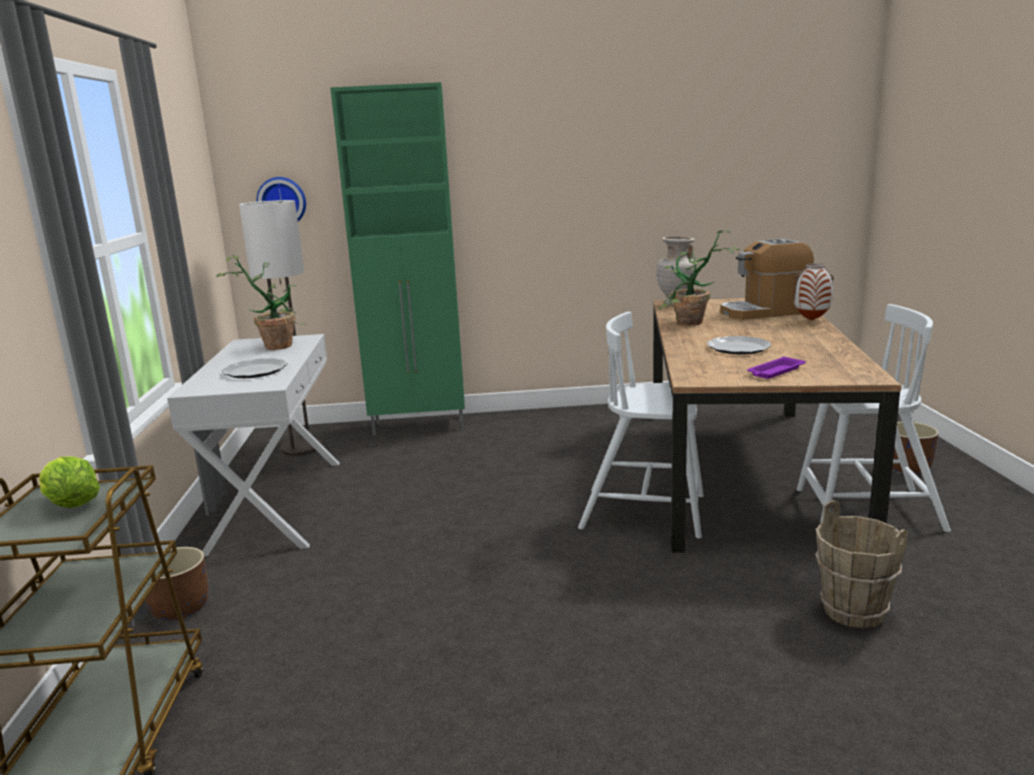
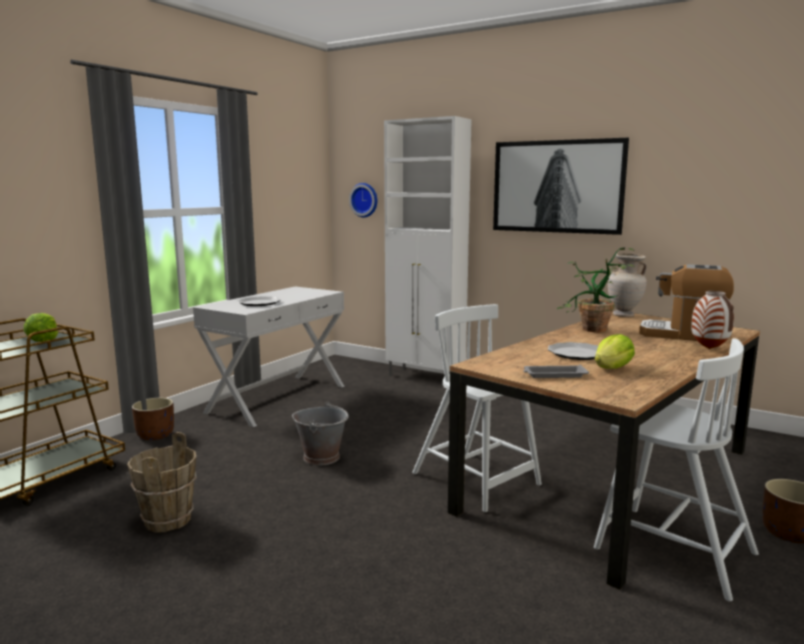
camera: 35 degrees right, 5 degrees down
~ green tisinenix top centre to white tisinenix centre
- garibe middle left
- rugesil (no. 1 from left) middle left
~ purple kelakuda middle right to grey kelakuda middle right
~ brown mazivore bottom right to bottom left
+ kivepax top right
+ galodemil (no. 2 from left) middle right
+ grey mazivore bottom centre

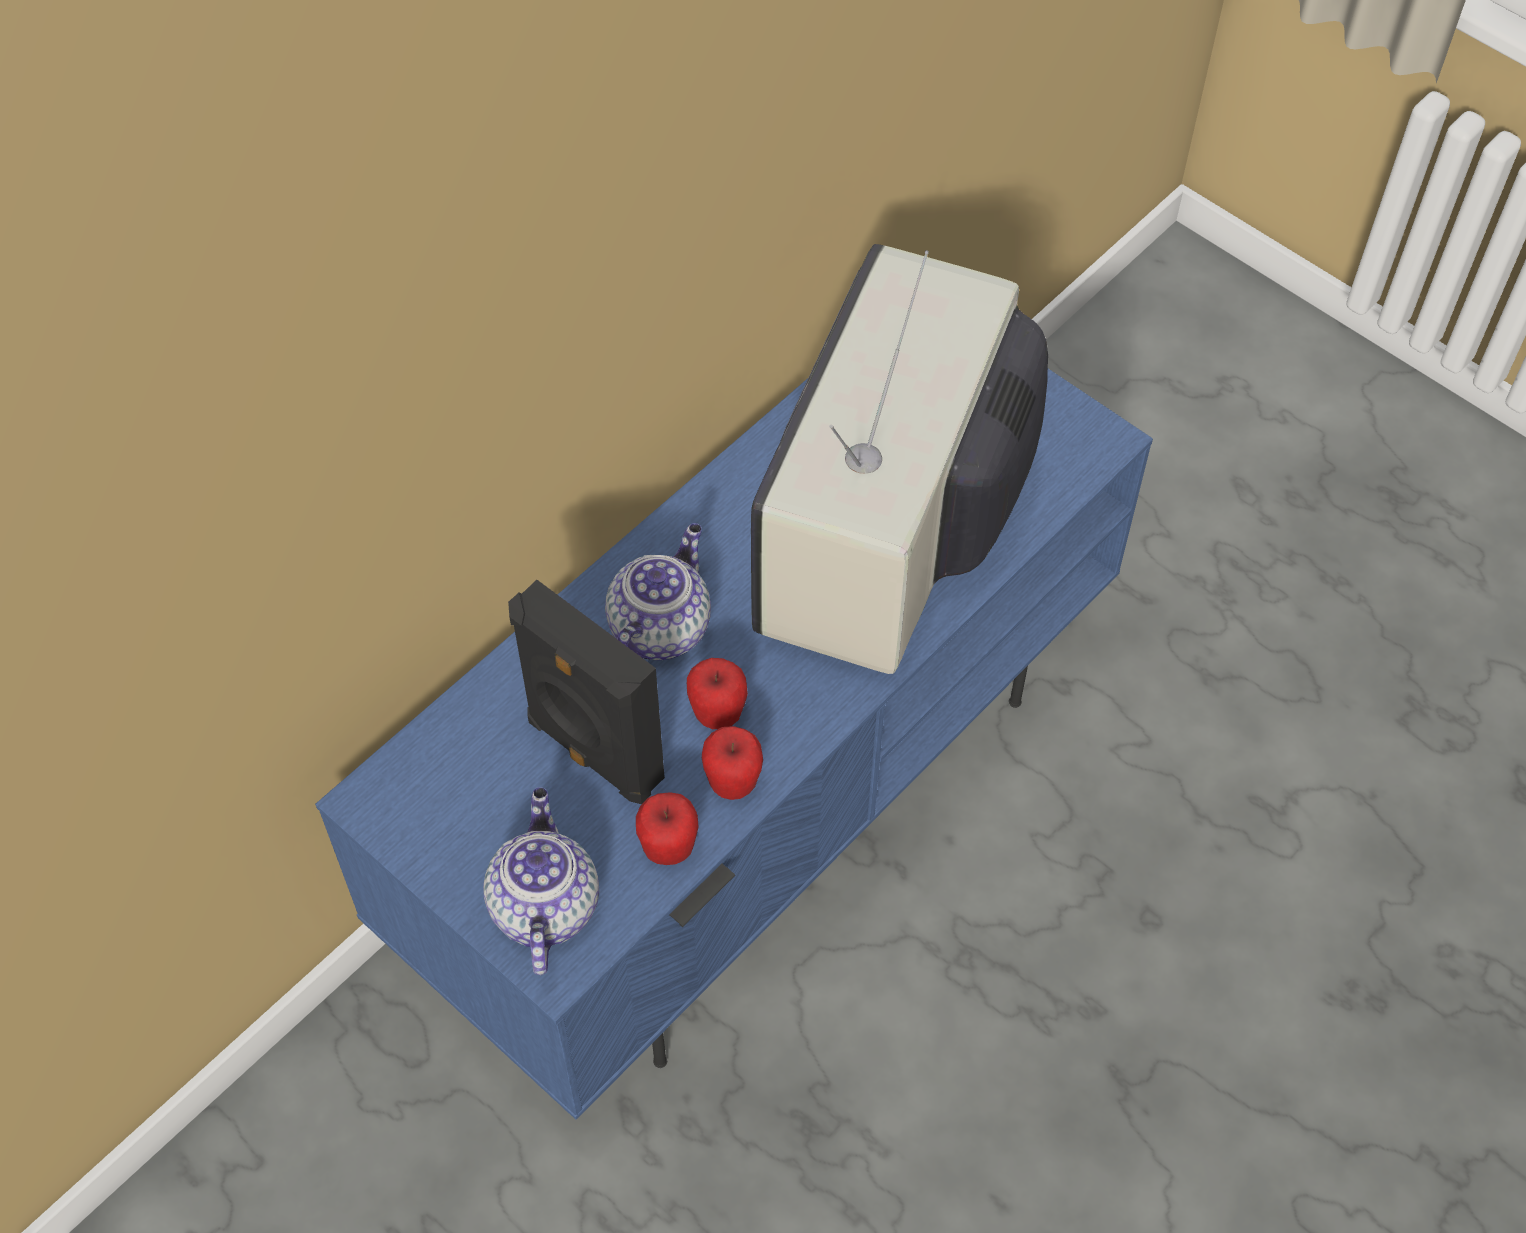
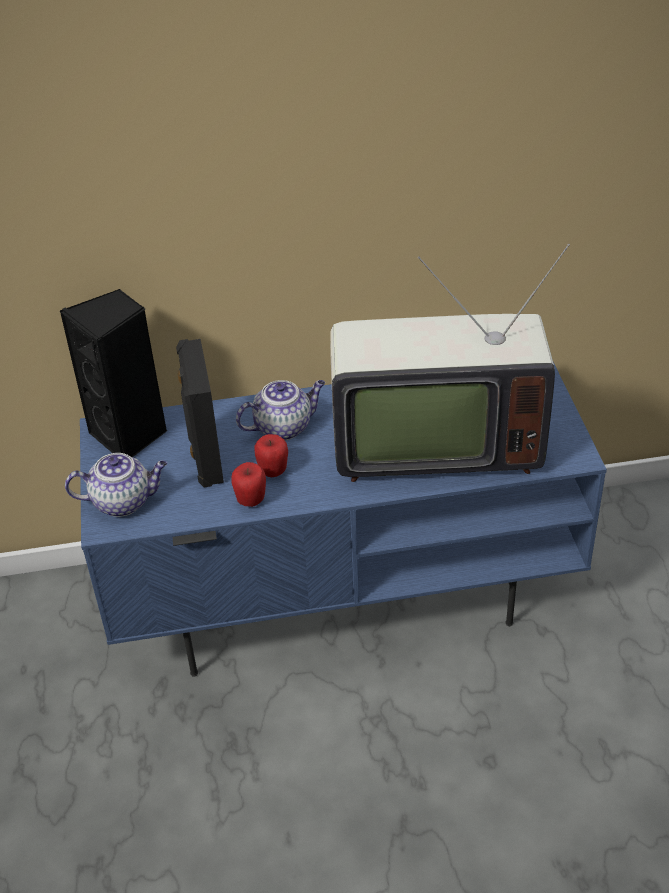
camera: 40 degrees right, 15 degrees down
~ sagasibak centre = middle right 150 degrees counterclockwise
~ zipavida (no. 1 from left) bottom centre = middle left 45 degrees clockwise
- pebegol (no. 1 from left) bottom centre
+ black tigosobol (no. 1 from left) middle left

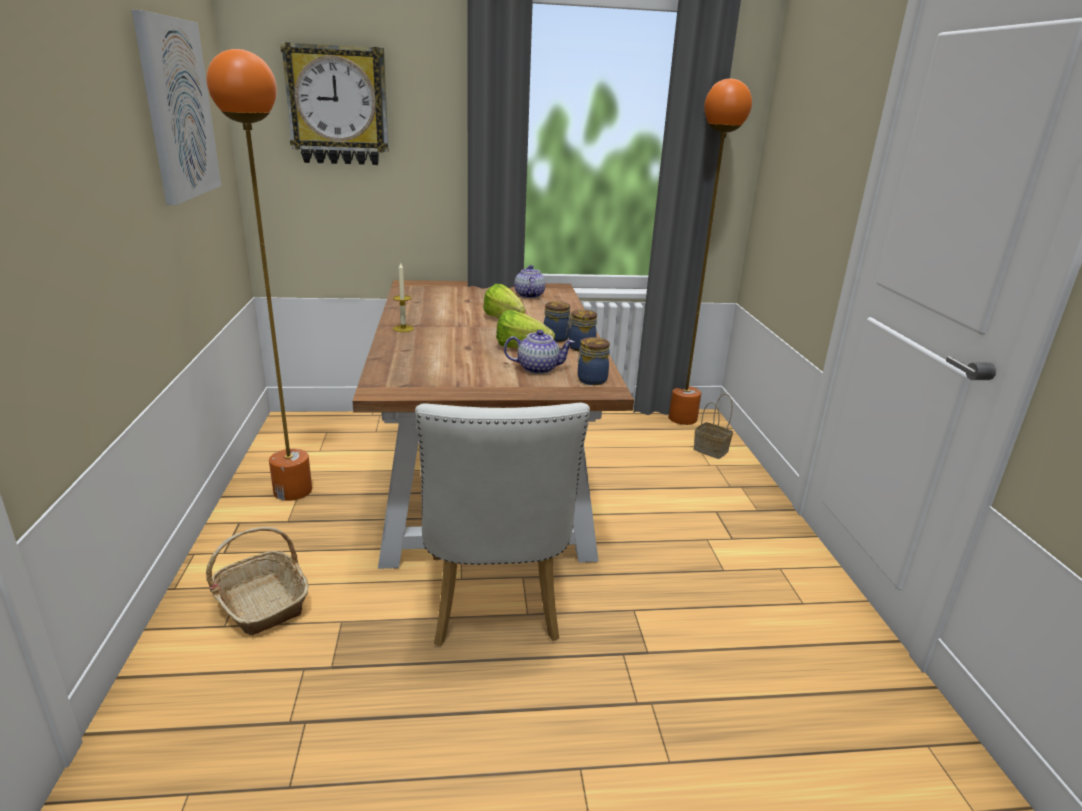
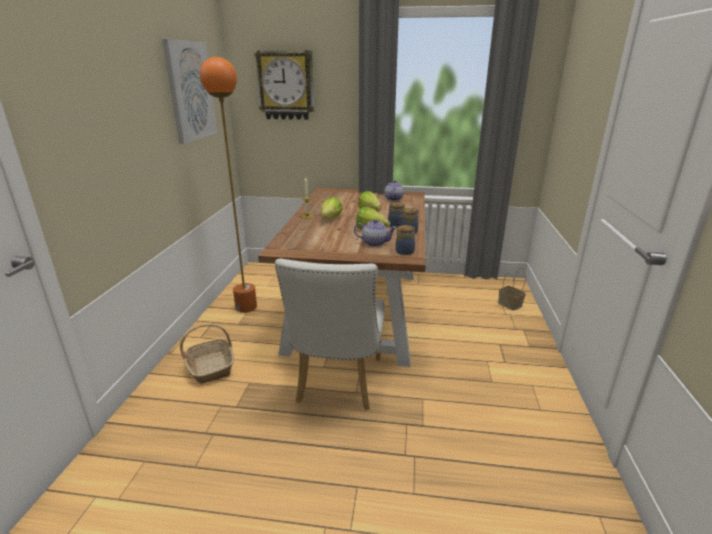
camera: 15 degrees right, 0 degrees up
- orange garibe (no. 2 from left) top centre
+ galodemil (no. 1 from left) centre

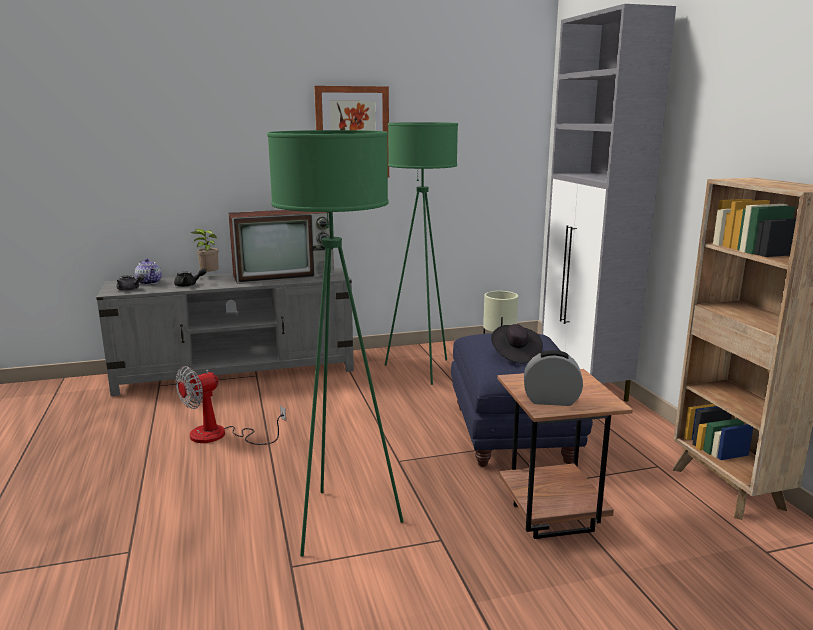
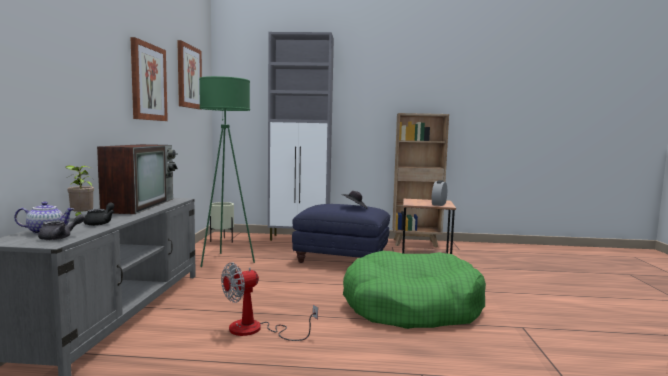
camera: 70 degrees left, 10 degrees down
~ green garibe (no. 1 from left) centre to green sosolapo bottom centre
~ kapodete middle left = bottom centre 75 degrees clockwise
+ kivepax (no. 2 from left) top left

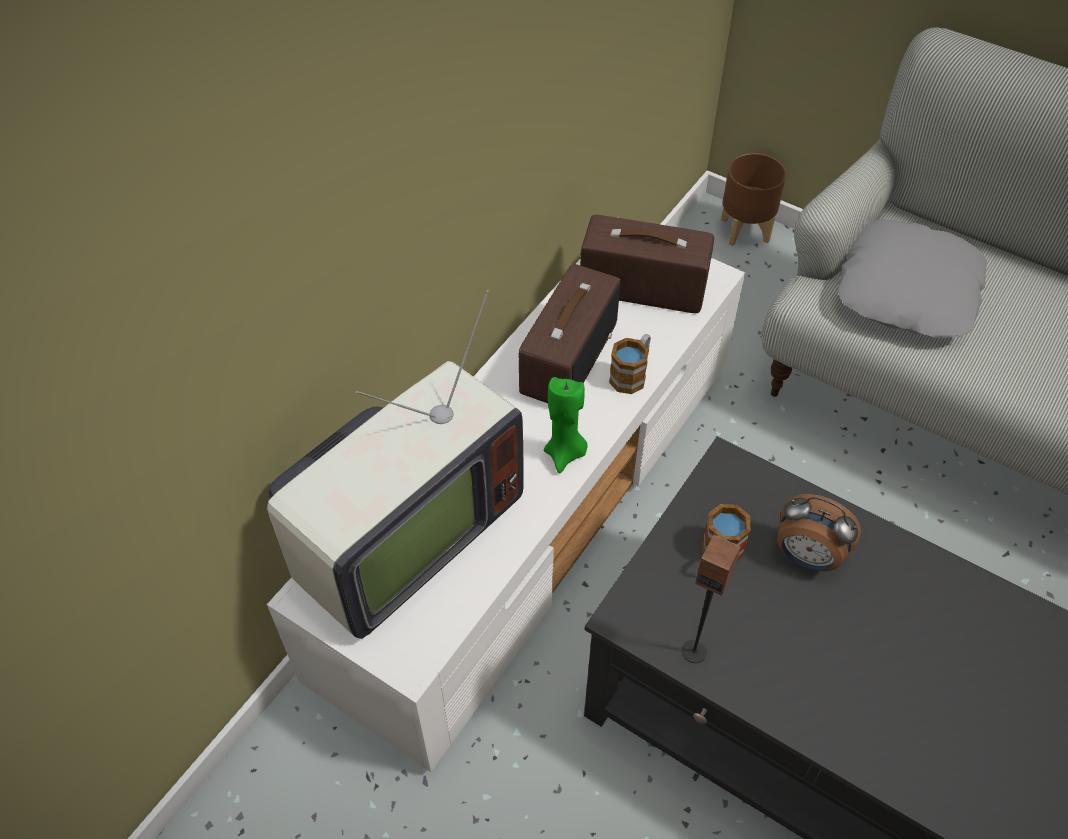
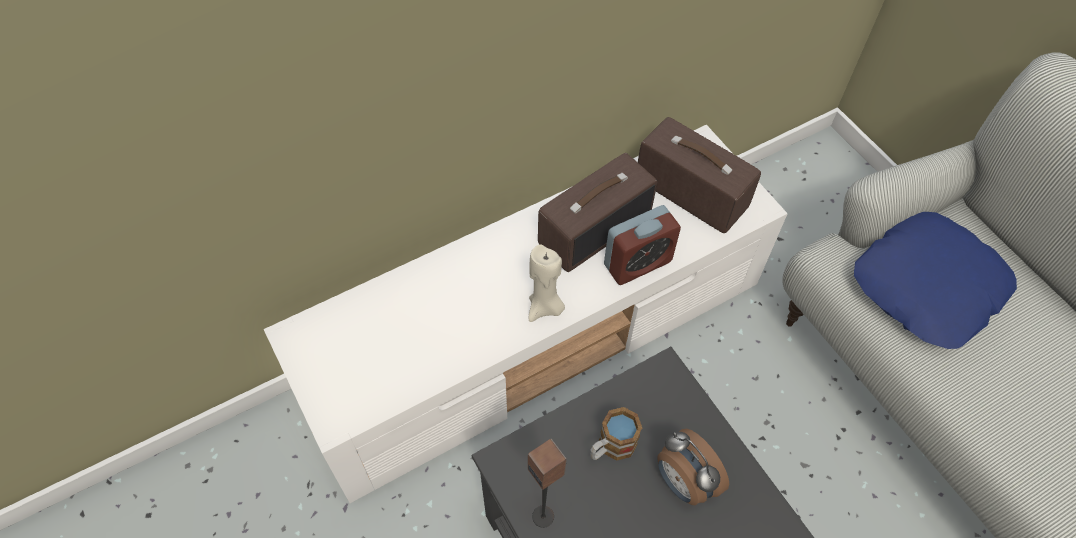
camera: 25 degrees right, 5 degrees up
- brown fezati top right
~ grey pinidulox top right to blue pinidulox middle right
- sagasibak centre
~ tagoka (no. 1 from left) centre to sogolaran (no. 1 from left) centre
~ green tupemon centre to beige tupemon centre

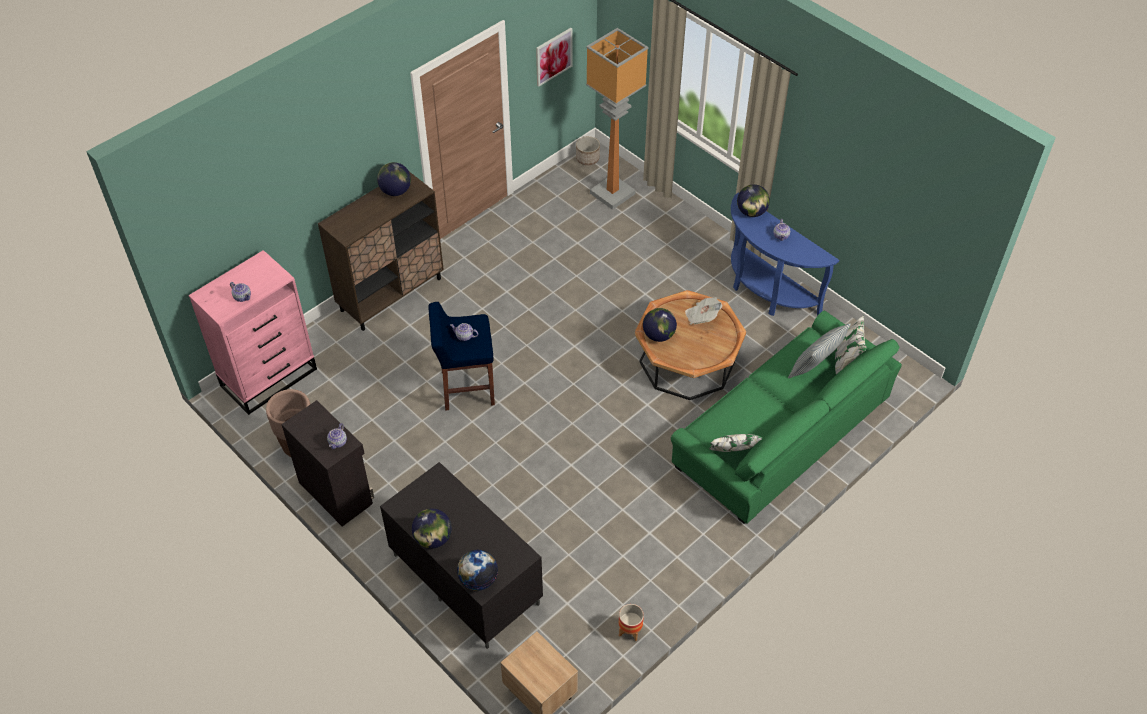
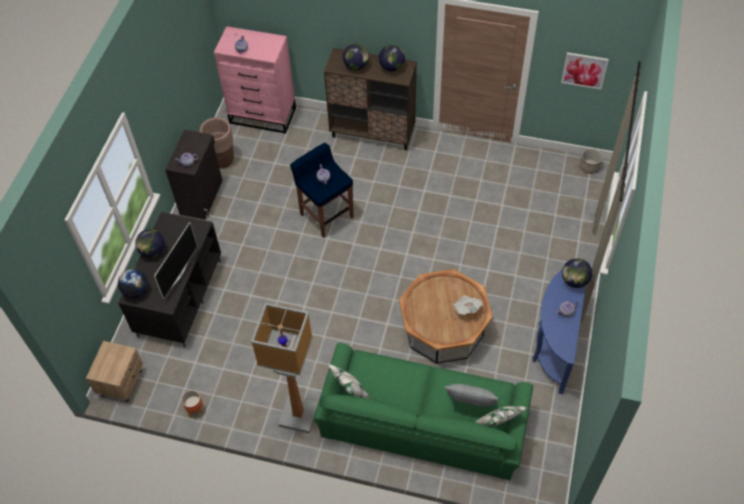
camera: 60 degrees right, 5 degrees up
~ garibe top centre to bottom centre
~ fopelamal (no. 4 from left in the first image) centre to fopelamal (no. 3 from left) top centre
+ sagasibak middle left

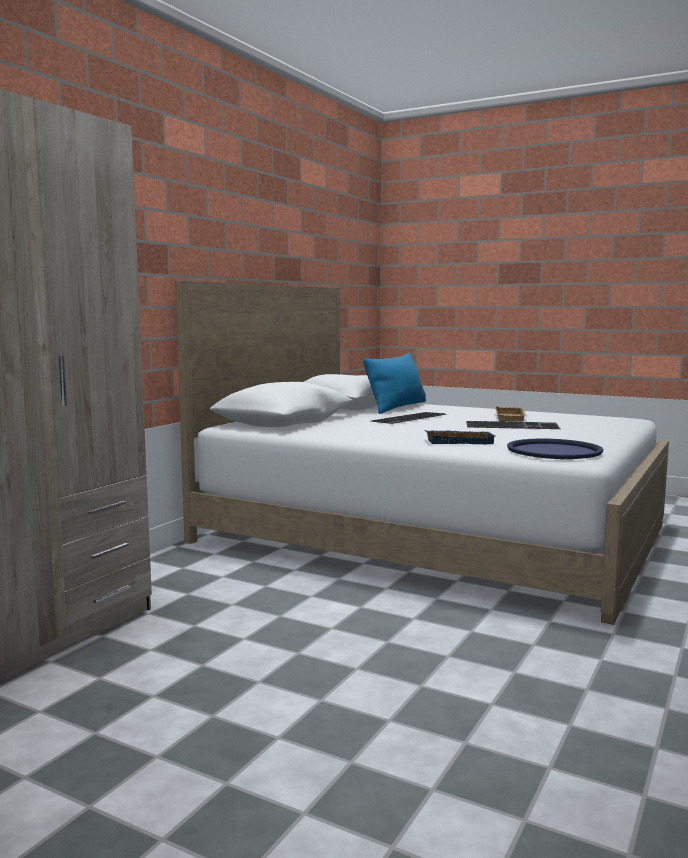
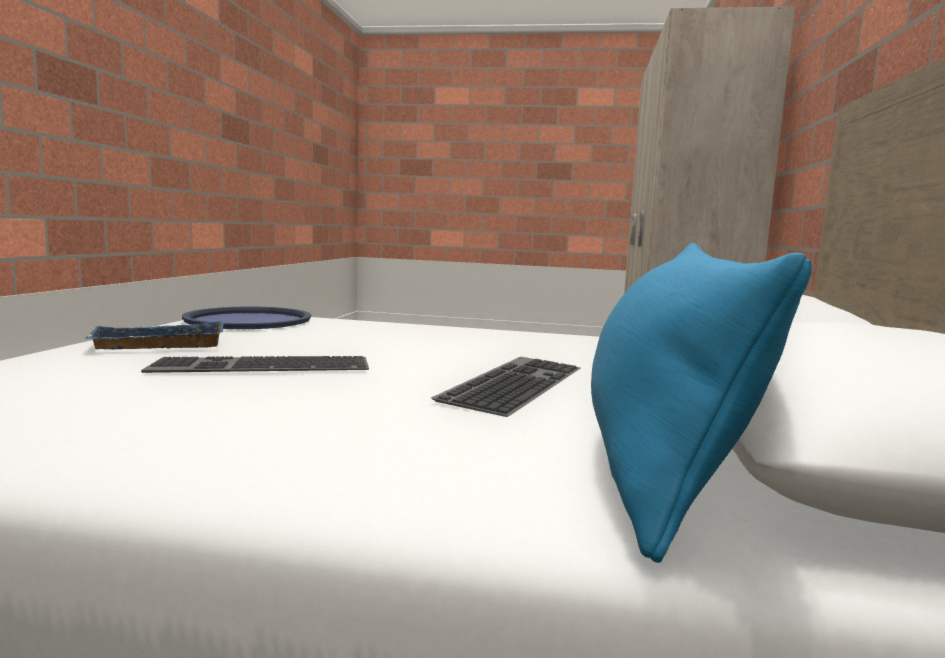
camera: 160 degrees right, 0 degrees up
- beige kelakuda middle right
~ blue kelakuda (no. 1 from left) middle right to middle left

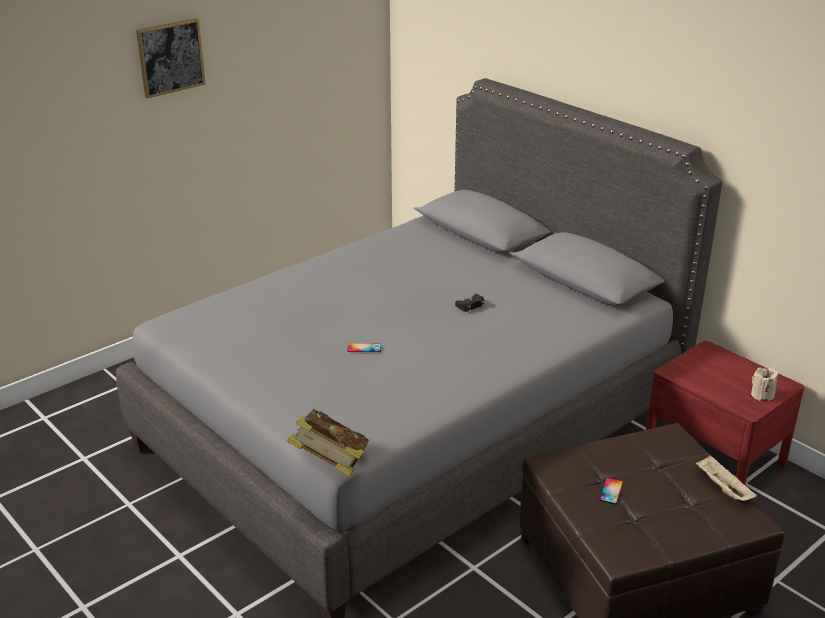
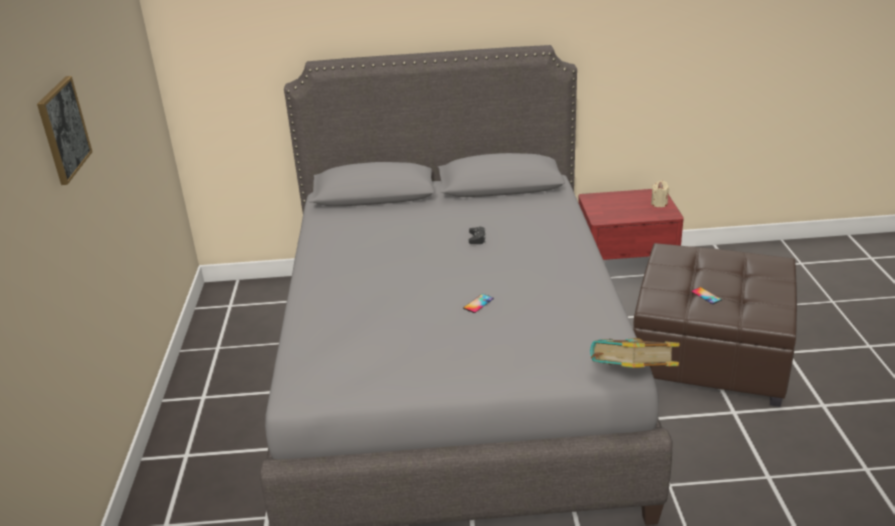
camera: 50 degrees left, 0 degrees up
- beige kelakuda bottom right

